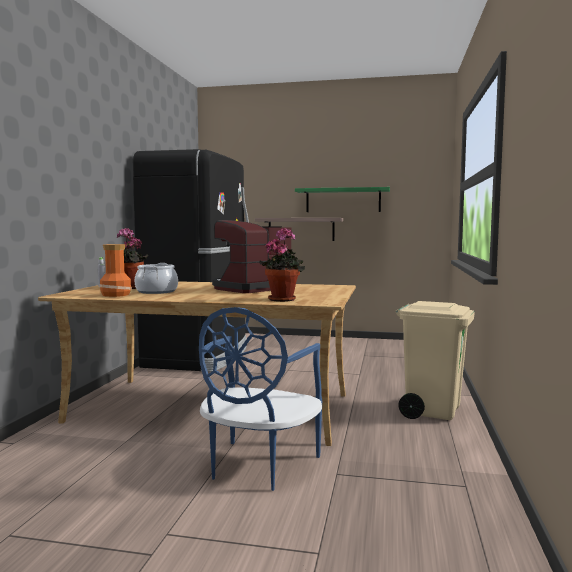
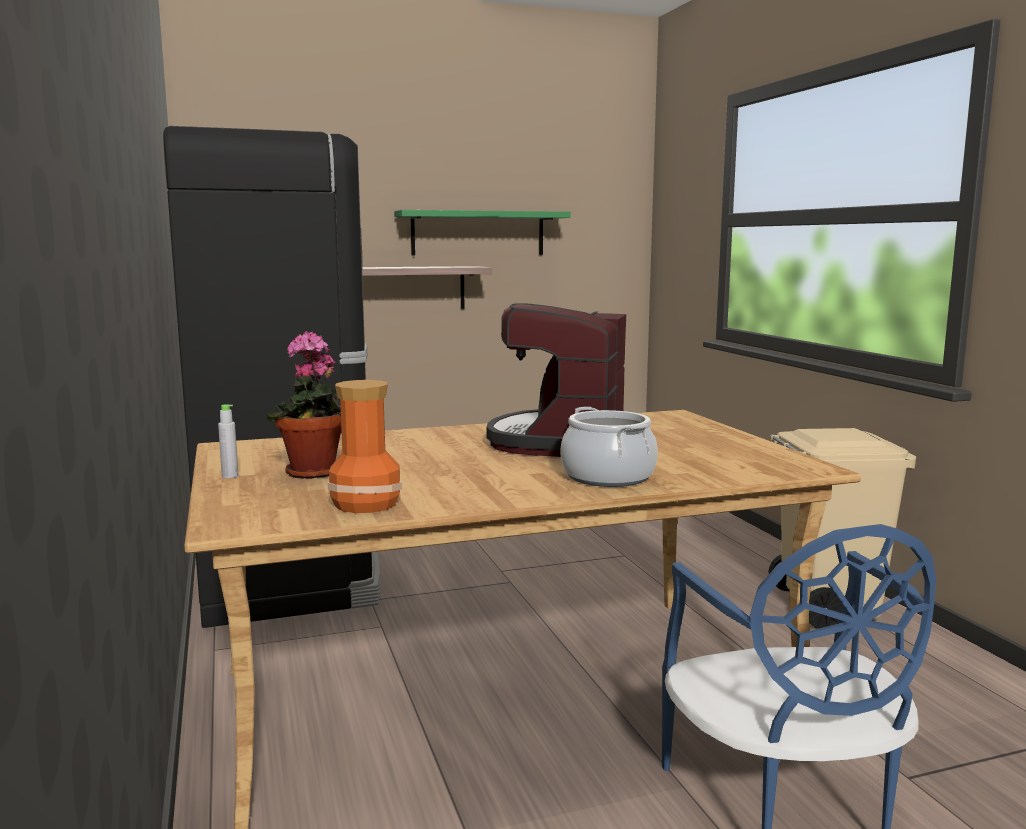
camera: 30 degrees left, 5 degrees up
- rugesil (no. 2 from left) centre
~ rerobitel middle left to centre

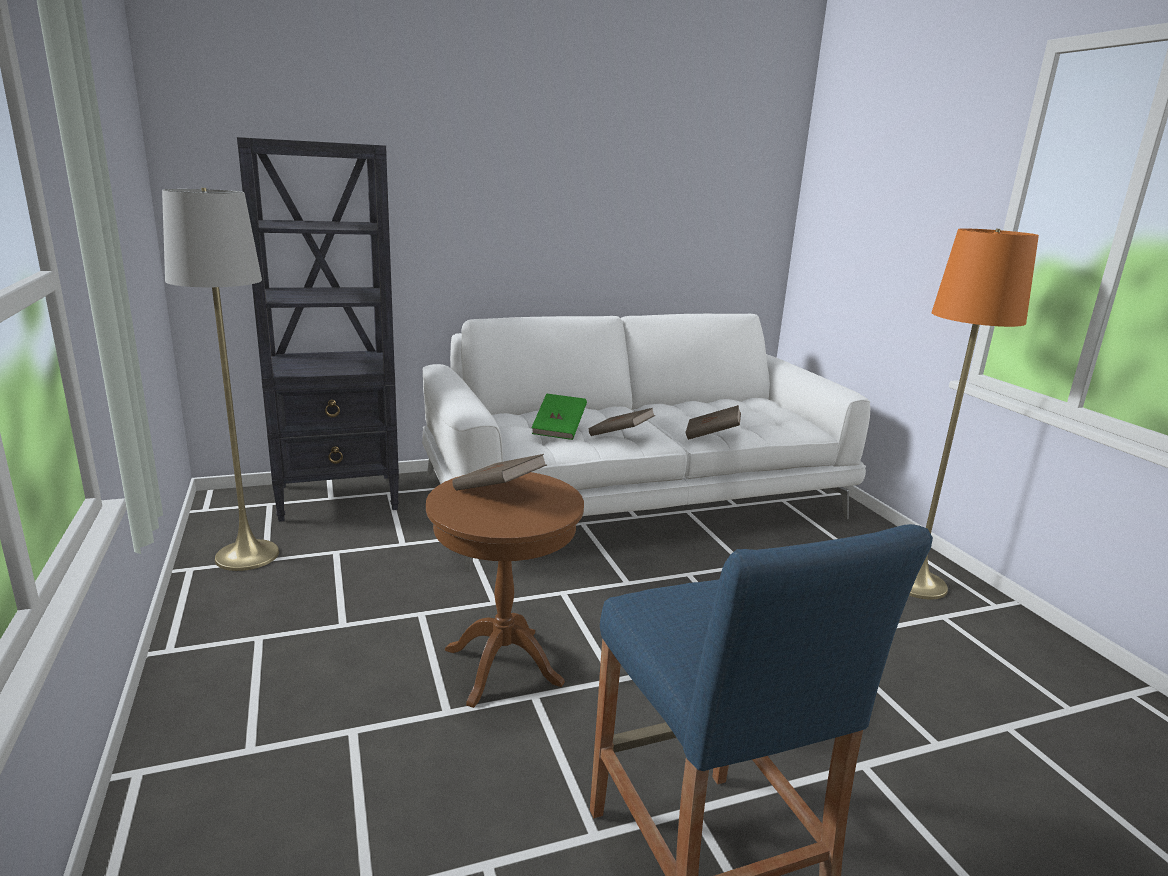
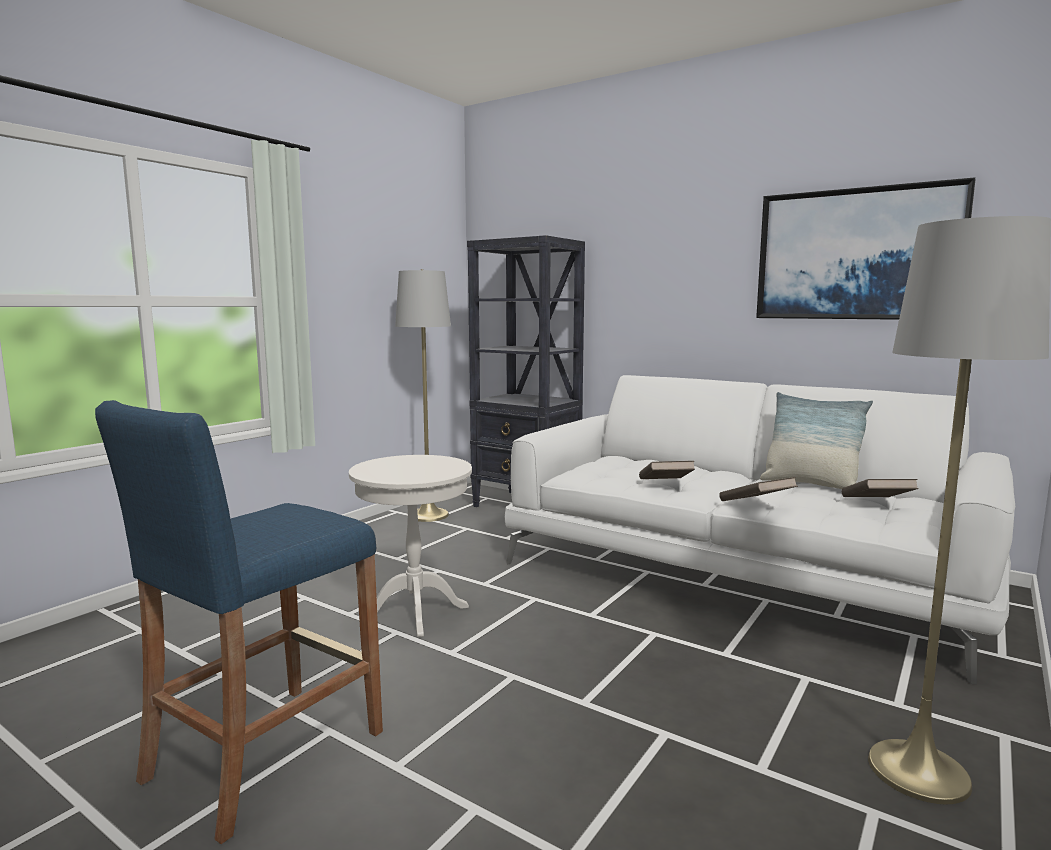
camera: 55 degrees right, 10 degrees down
~ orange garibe middle right to grey garibe (no. 2 from left) middle right
- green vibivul centre
~ brown vibivul (no. 1 from left in the first image) centre to brown vibivul (no. 3 from left) middle right
~ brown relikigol bottom centre to white relikigol centre
+ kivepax top right
+ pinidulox middle right

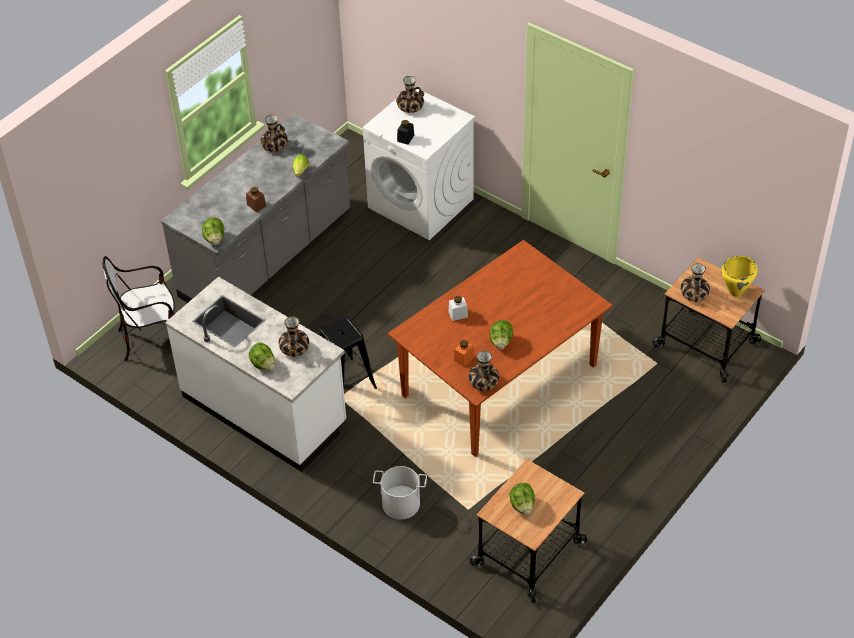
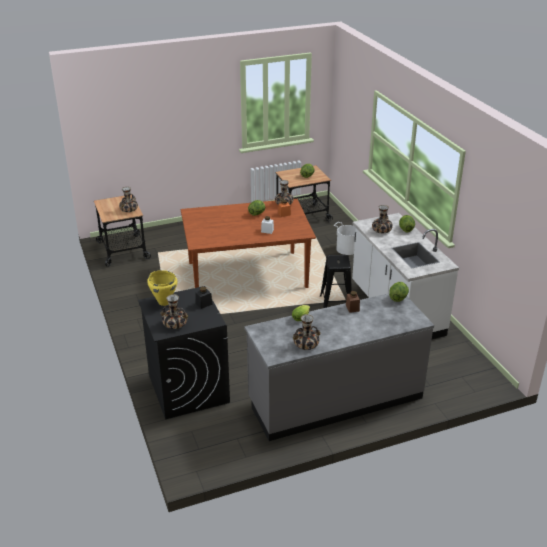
camera: 150 degrees left, 15 degrees down
~ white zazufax top centre to black zazufax centre
- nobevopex middle left
~ yellow rerobitel middle right to middle left

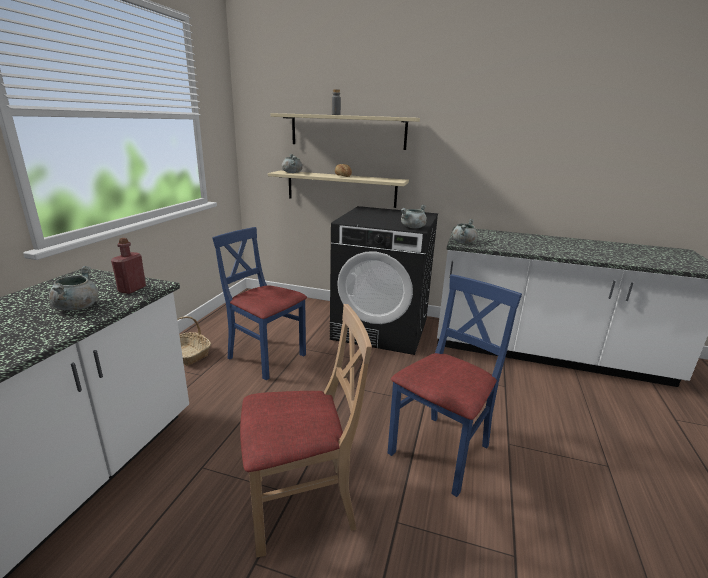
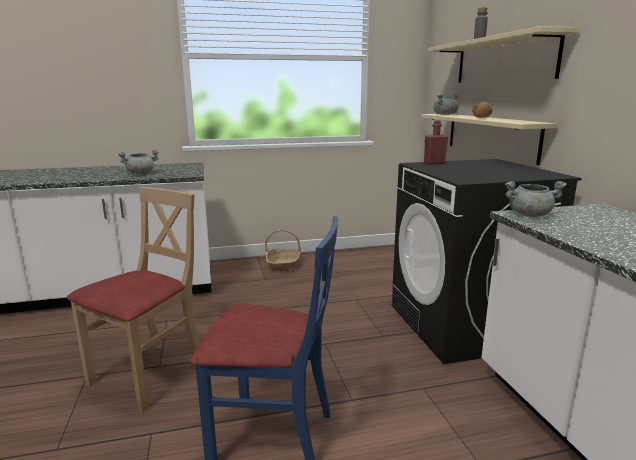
camera: 60 degrees right, 5 degrees down
- grey rerobitel (no. 3 from left) centre
- blue nobevopex (no. 1 from left) centre
~ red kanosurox middle left to top right
~ beige nobevopex bottom centre = middle left 105 degrees counterclockwise

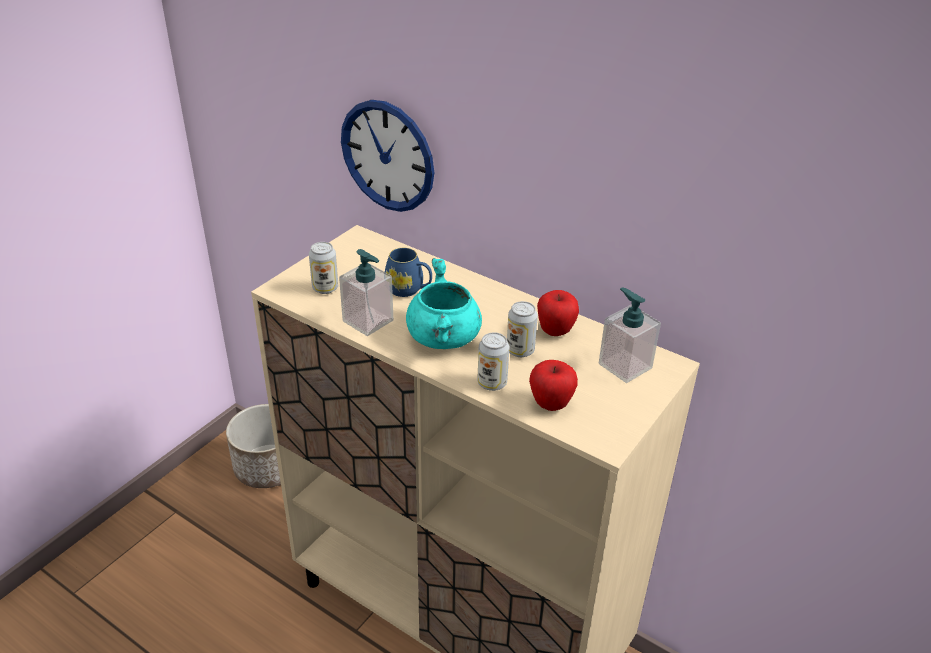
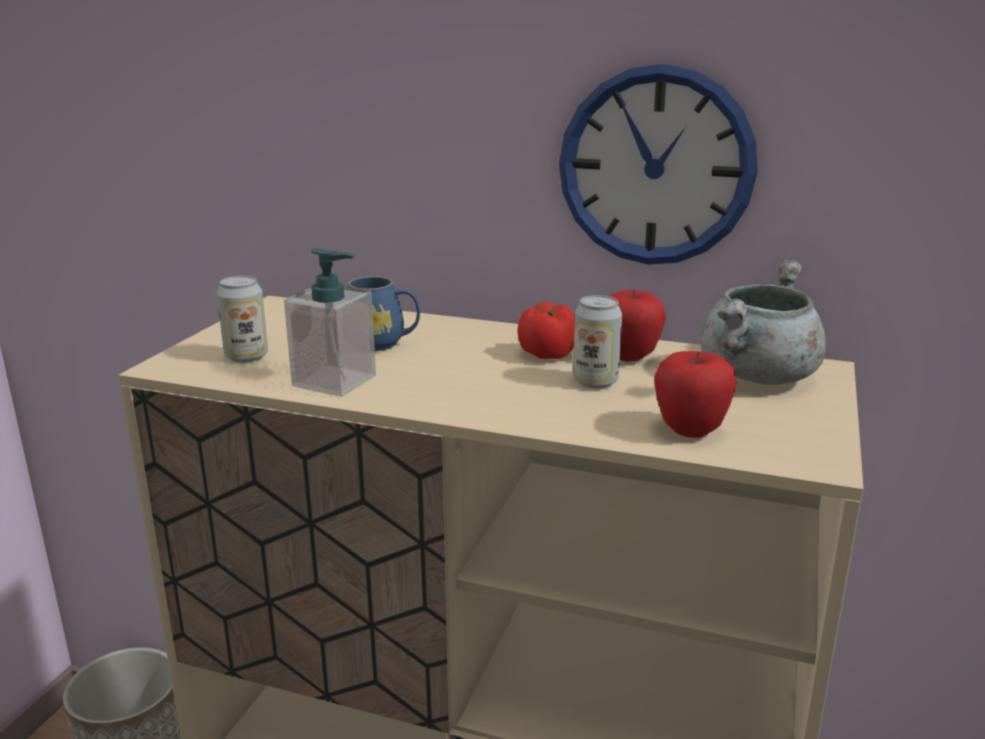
camera: 15 degrees left, 15 degrees down
~ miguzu top centre to top right
- turquoise rerobitel centre
~ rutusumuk (no. 2 from left) middle right to grey rerobitel middle right
- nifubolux (no. 2 from left) centre
+ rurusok centre

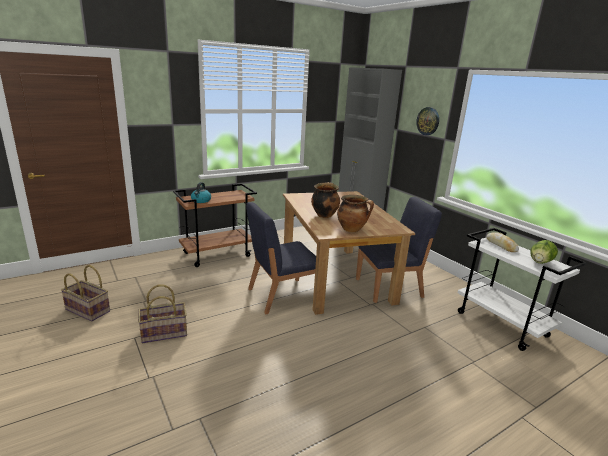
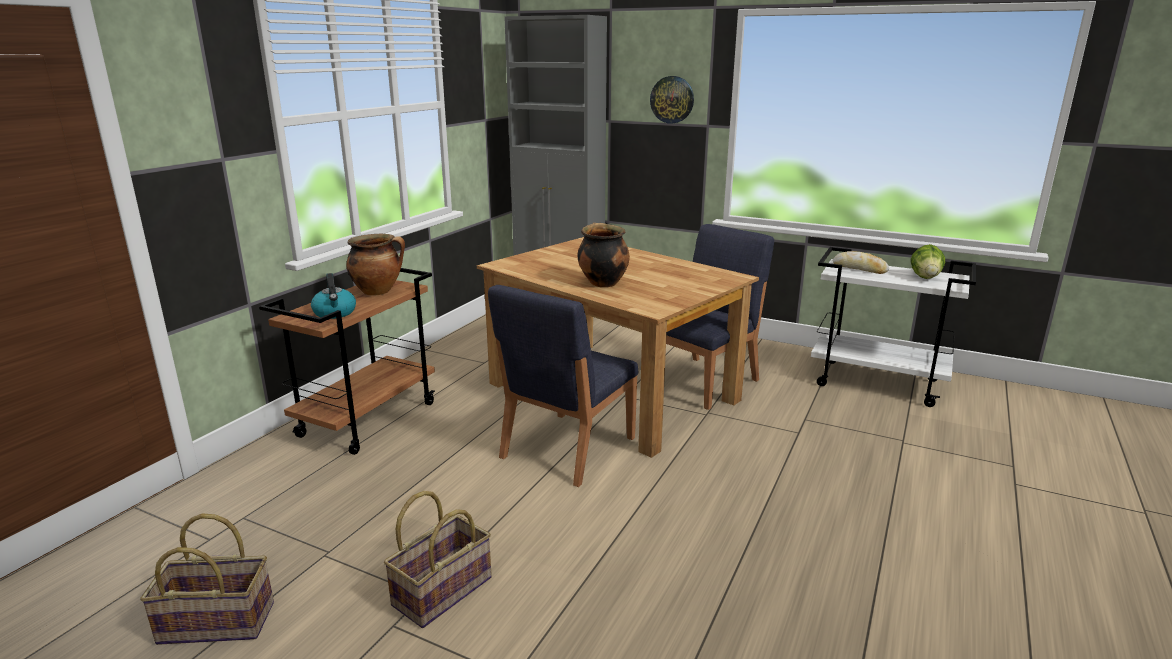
camera: 30 degrees left, 0 degrees up
~ rerobitel (no. 2 from left in the first image) centre to rerobitel (no. 1 from left) middle left

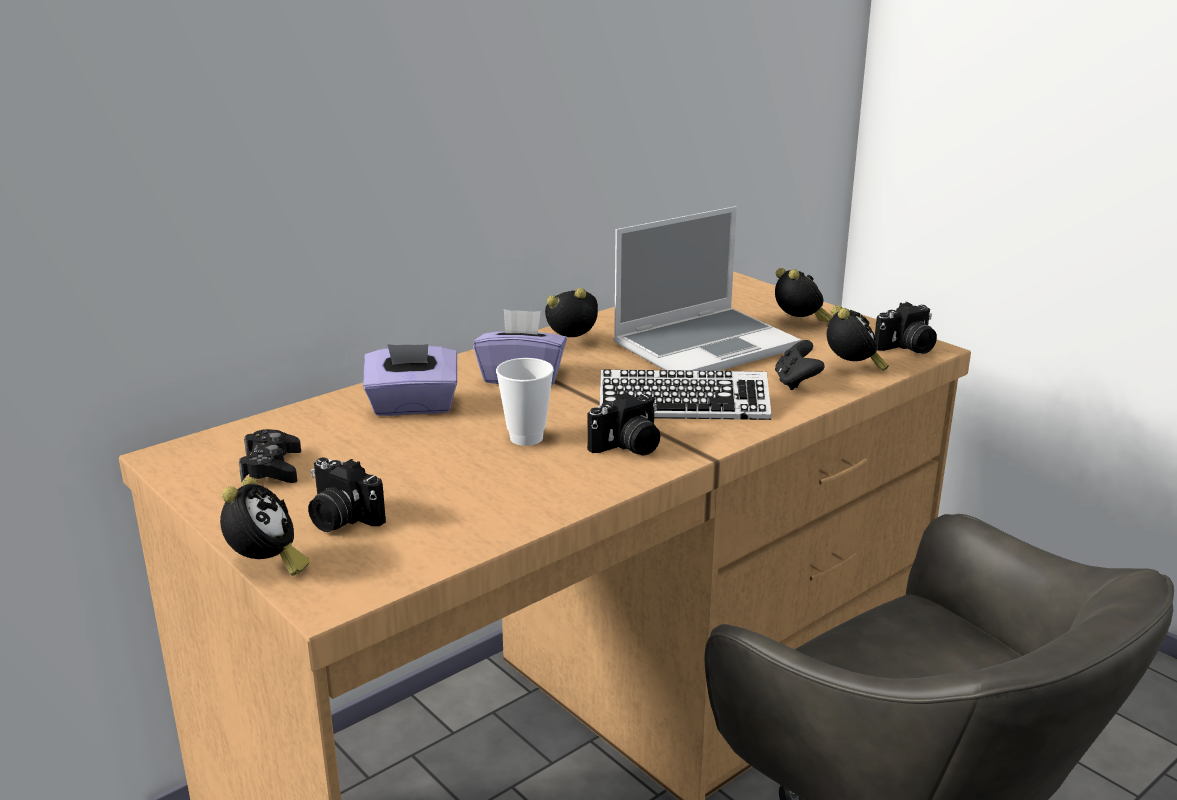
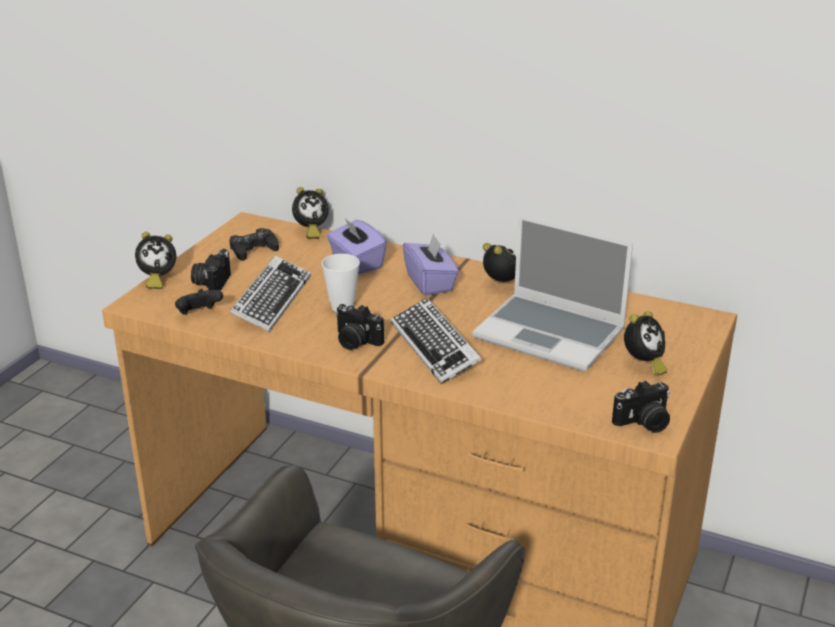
camera: 65 degrees right, 5 degrees up
~ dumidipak (no. 3 from left) middle right = middle right 60 degrees counterclockwise
~ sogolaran (no. 4 from left in the first image) middle right to sogolaran (no. 2 from left) centre
~ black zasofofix (no. 2 from left in the first image) middle right to black zasofofix (no. 1 from left) middle left
+ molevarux (no. 1 from left) middle left

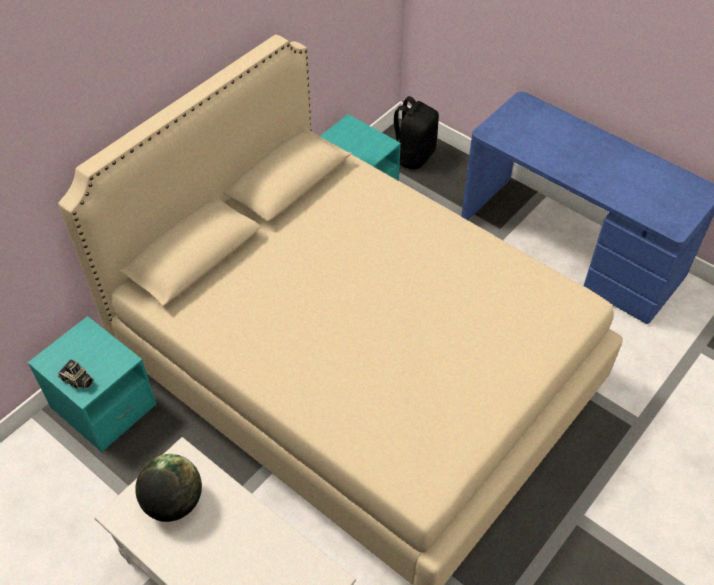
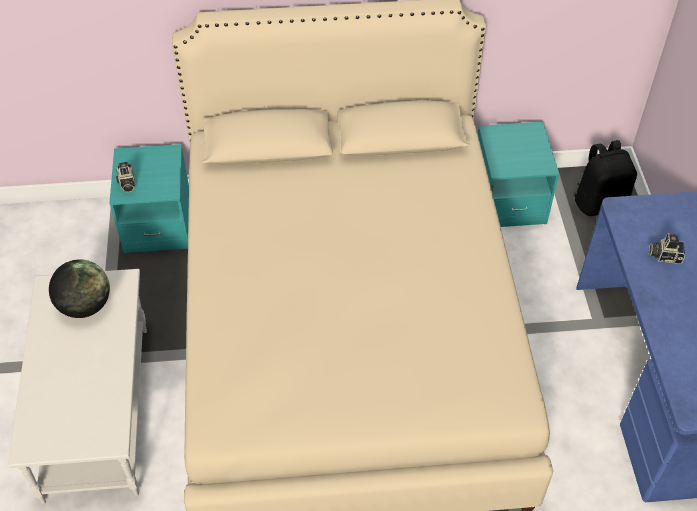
camera: 45 degrees right, 0 degrees up
+ dumidipak (no. 2 from left) middle right

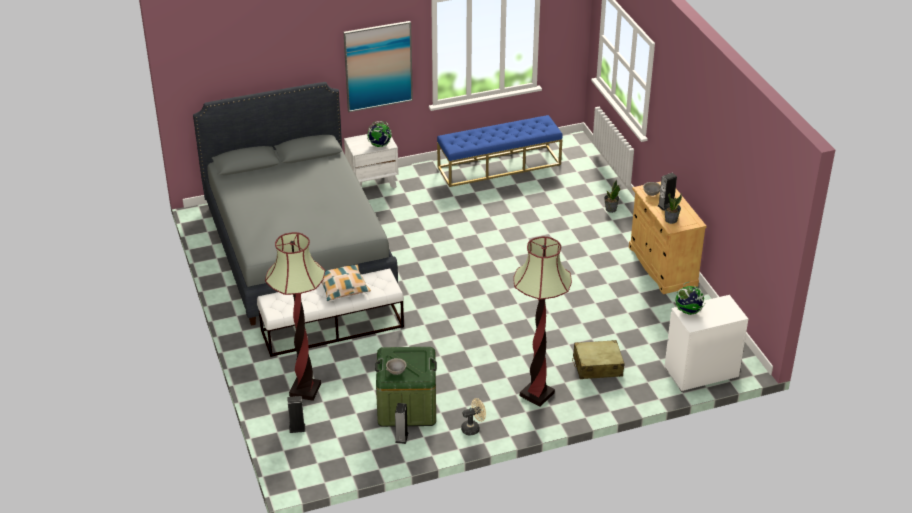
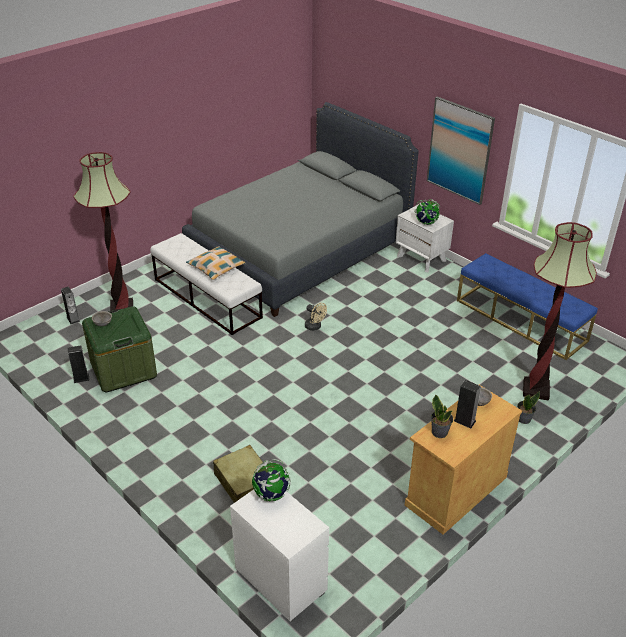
camera: 65 degrees right, 0 degrees up
~ garibe (no. 2 from left) centre to middle right
~ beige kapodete bottom centre to centre

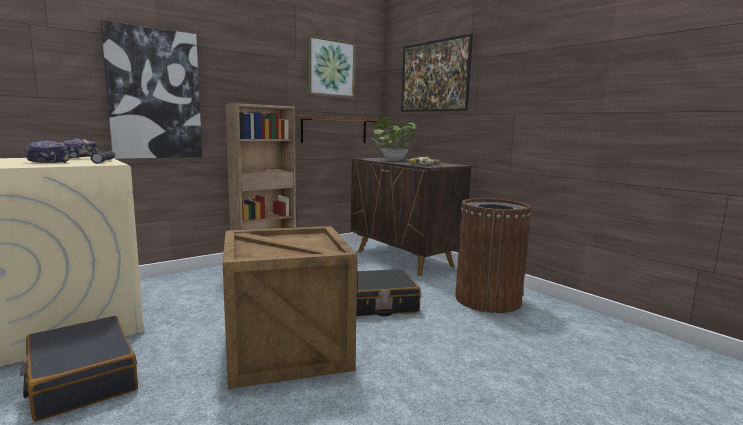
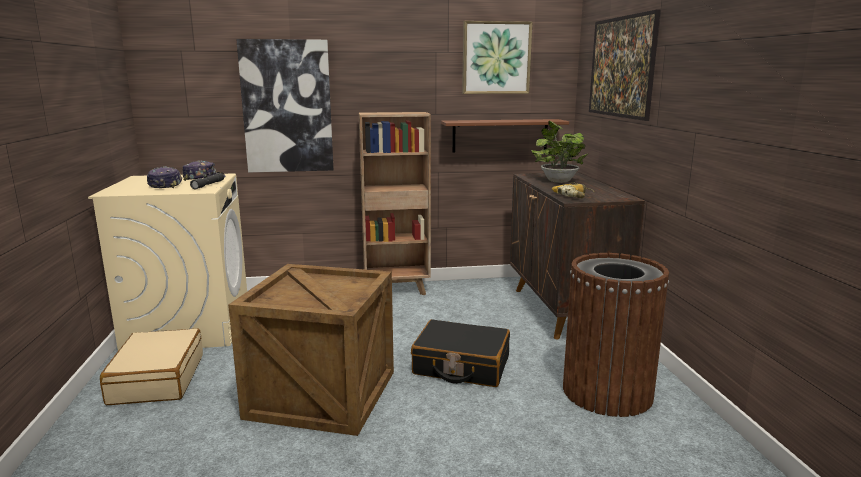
camera: 30 degrees right, 5 degrees up
~ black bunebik (no. 1 from left) bottom left to beige bunebik bottom left

